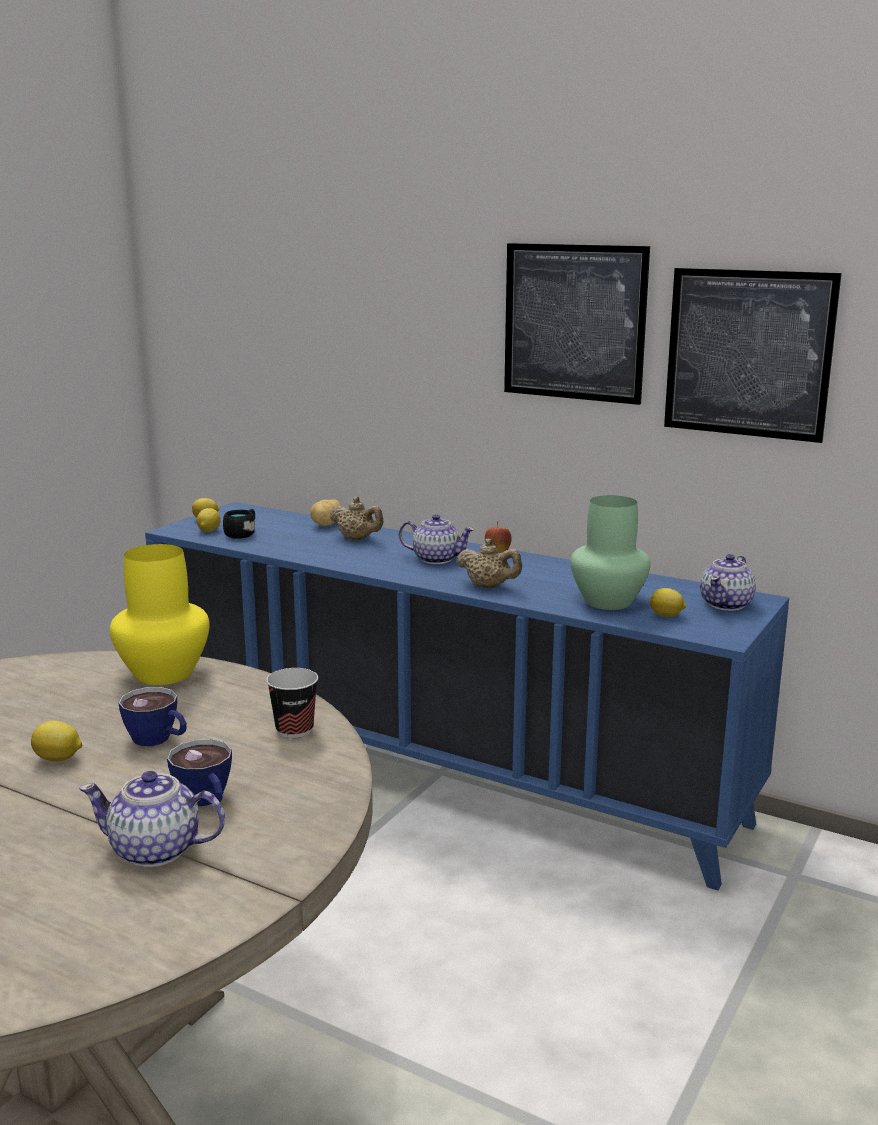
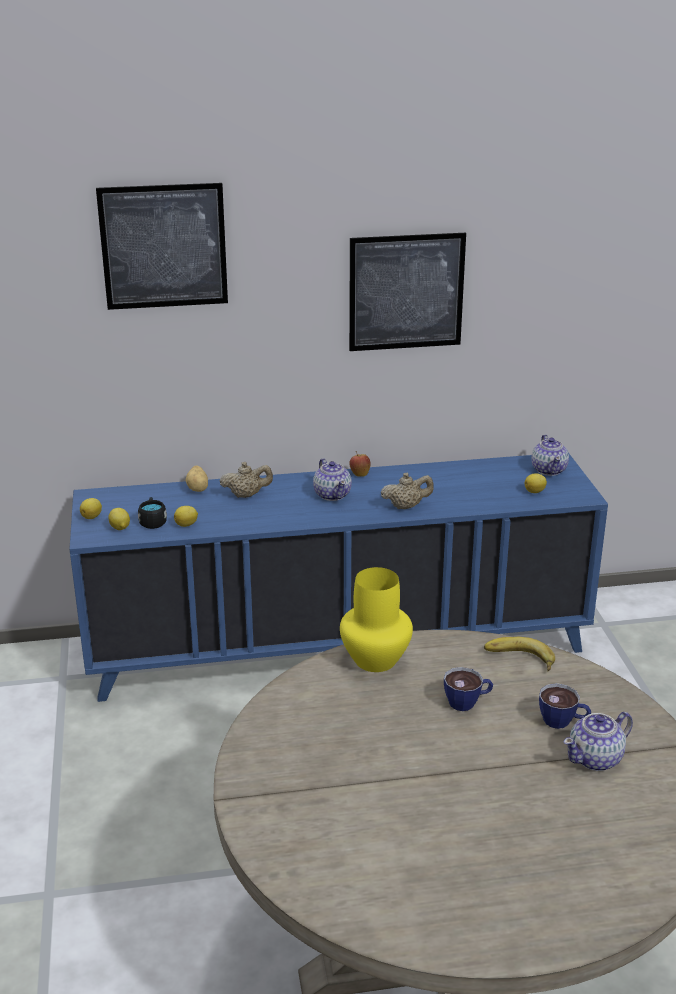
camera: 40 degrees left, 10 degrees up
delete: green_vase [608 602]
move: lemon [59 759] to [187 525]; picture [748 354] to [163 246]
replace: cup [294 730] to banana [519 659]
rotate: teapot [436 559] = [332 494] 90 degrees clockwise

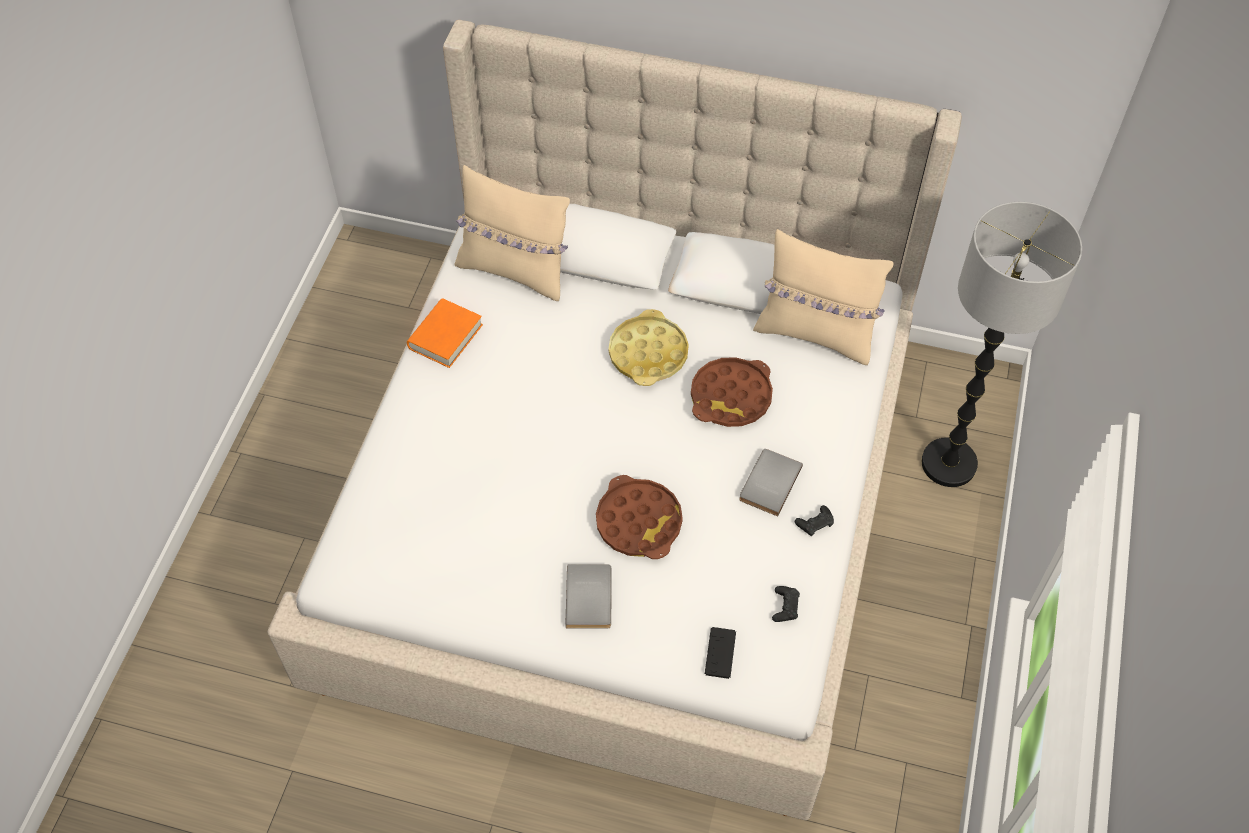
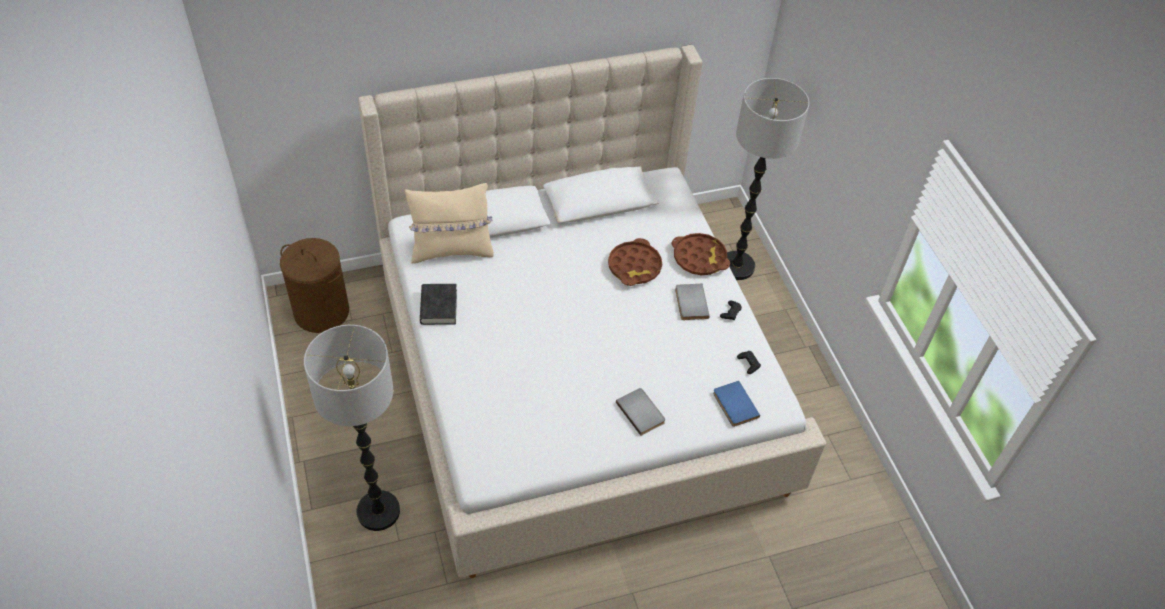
camera: 35 degrees left, 5 degrees down
delete: yellow_tray [648 353]; beige_pillow [816 334]
insert: brown_laundry_basket [322 312]; floor_lamp [378 511]
move: brown_tray [639 522] to [699 258]
replace: black_game_controller [720 653] to blue_book [734 405]
recolor: orange_book [445 336] to black_book [438 307]

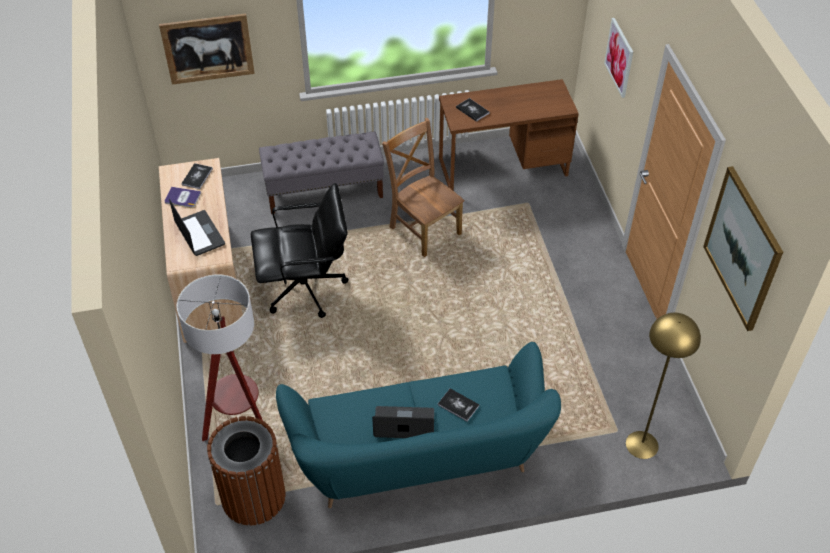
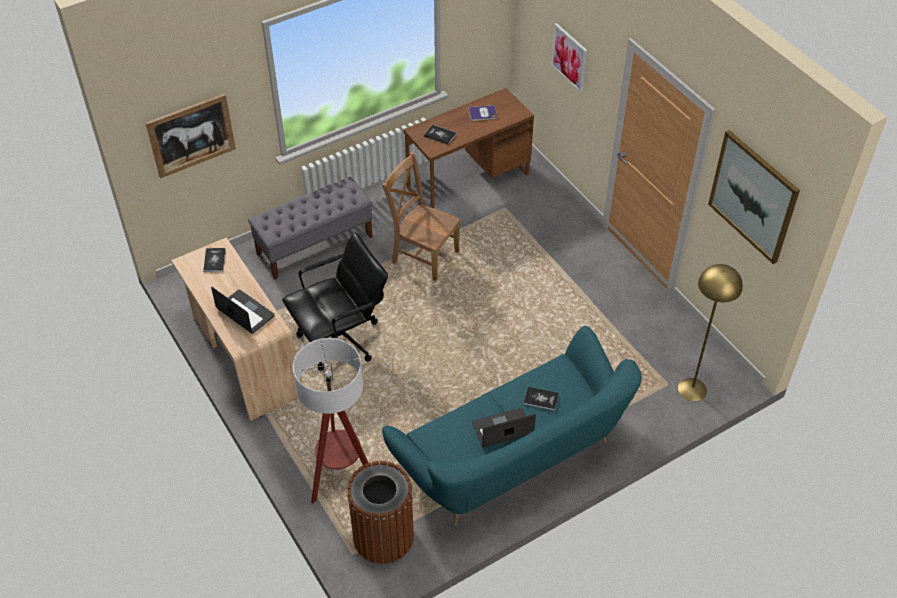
camera: 20 degrees left, 0 degrees up
move: book [182 198] to [482 113]

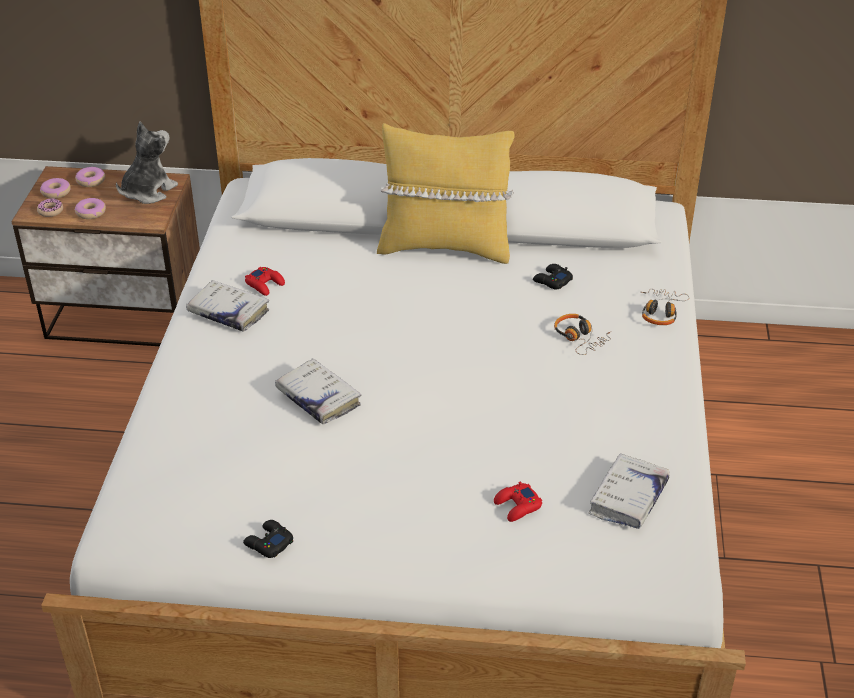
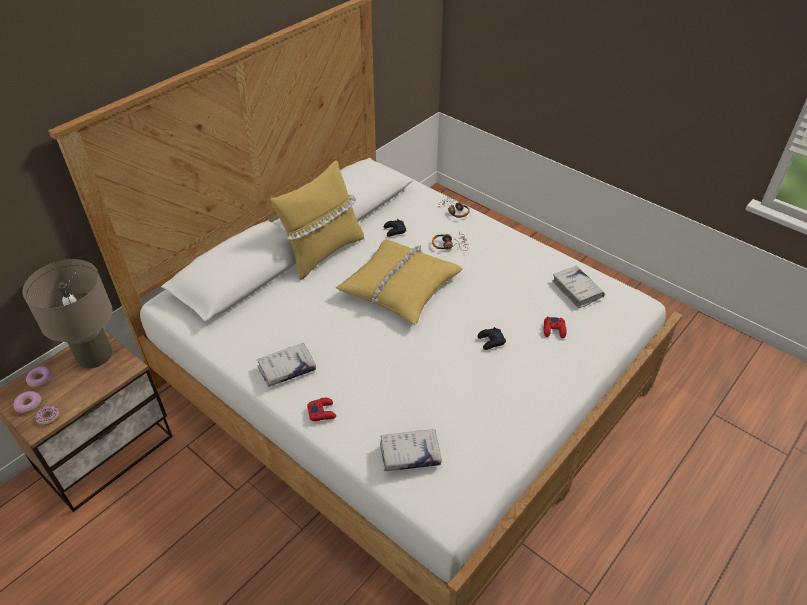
camera: 55 degrees left, 5 degrees up
delete: donut [91 212]
insert: yellow_pillow [399 287]
move: black_game_controller [268 543] to [491 341]; red_game_controller [265 284] to [322 412]; white_book [318 398] to [410 454]
replace: plush_toy [148 191] to beige_table_lamp [94 355]

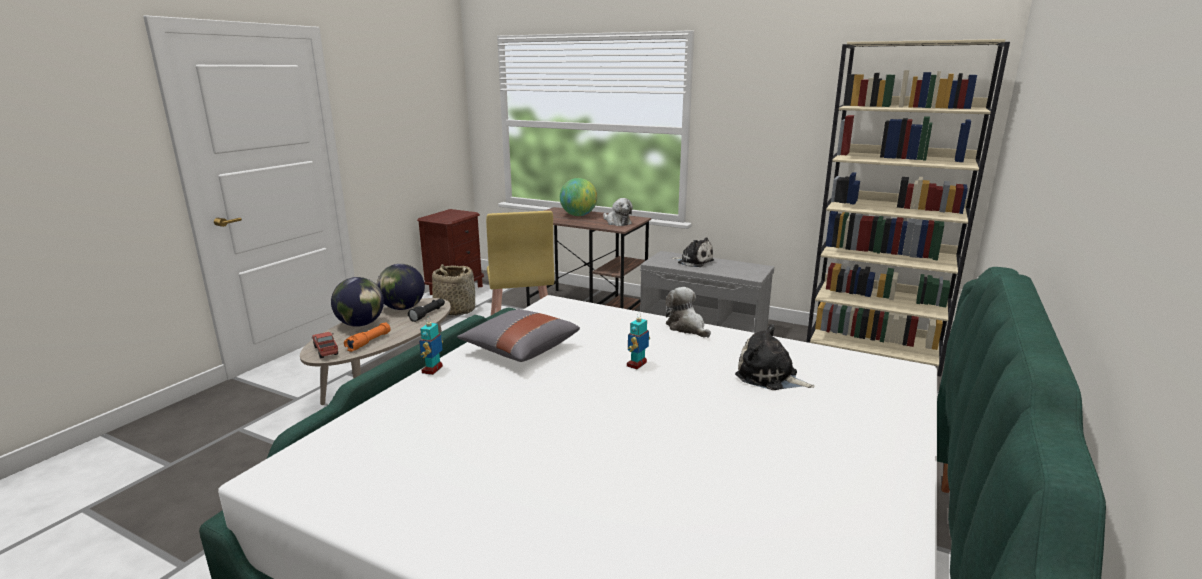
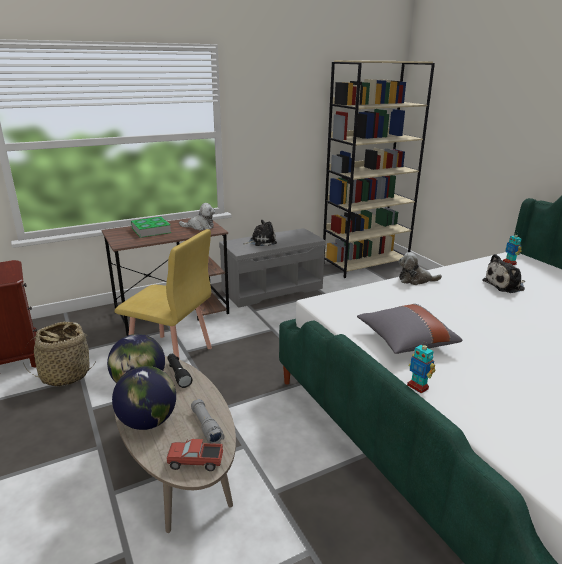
camera: 55 degrees left, 5 degrees up
move: toy_robot [637 364] to [509 263]
replace: globe [578 215] to book [151 230]
recolor: orange_flashlight [369 342] to grey_flashlight [206 427]

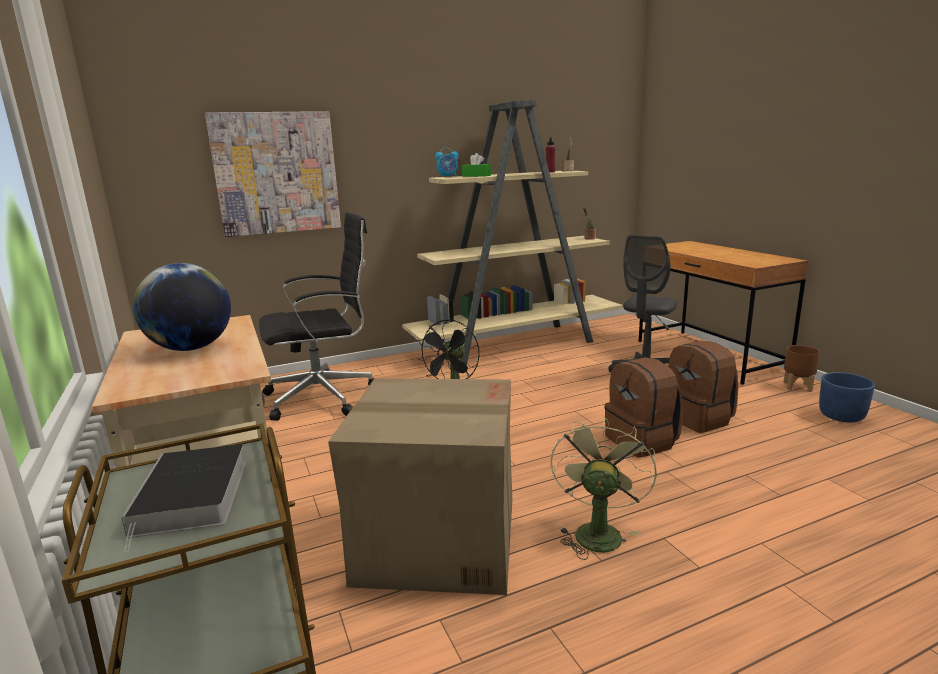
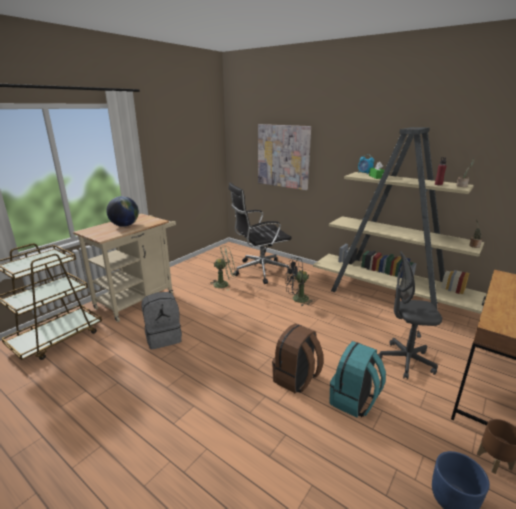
camera: 60 degrees right, 5 degrees up
delete: book [192 498]
move: green_fan [597 531] to [224 284]
replace: cardboard_box [436 539] to grey_backpack [164 337]
recolor: brown_backpack [699 418] to turquoise_backpack [354 401]
rotate: black_office_chair [324 396] = [260 271] 120 degrees clockwise

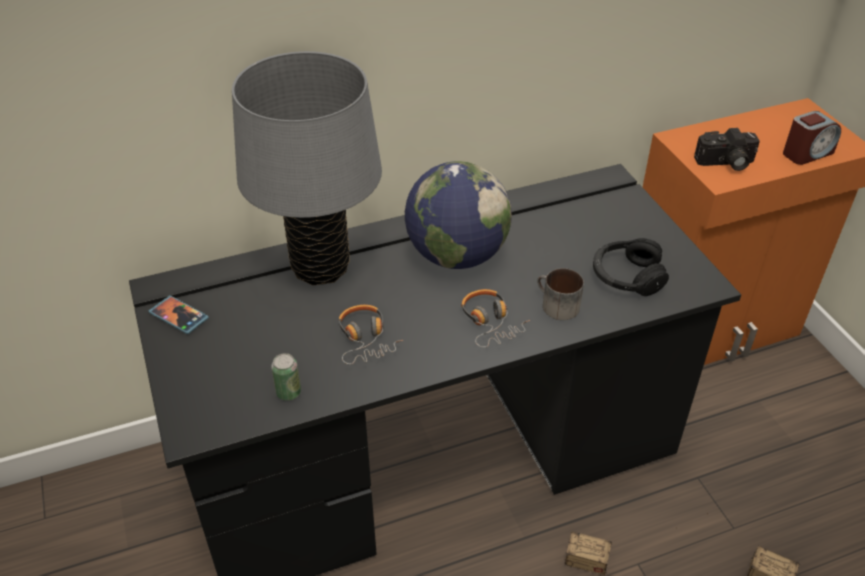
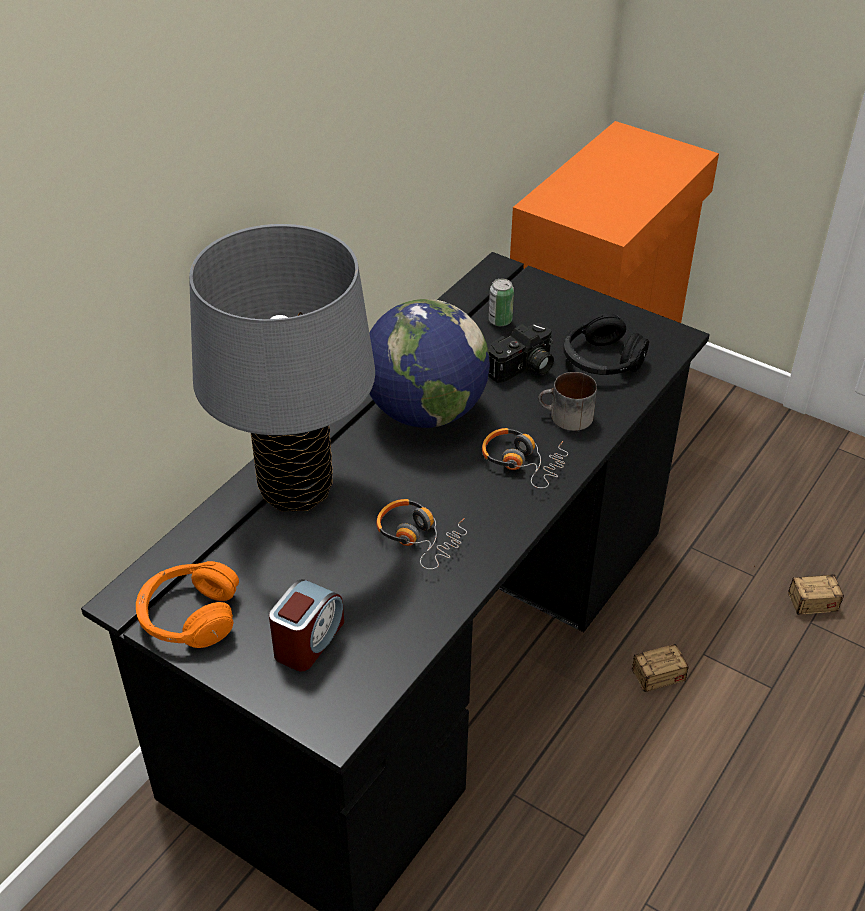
camera: 35 degrees left, 0 degrees up
move: can [288 392] to [500 321]; photo_camera [725 163] to [523 369]; alarm_clock [807 153] to [308 640]
replace: phone [179 316] to orange_headphones [189 616]

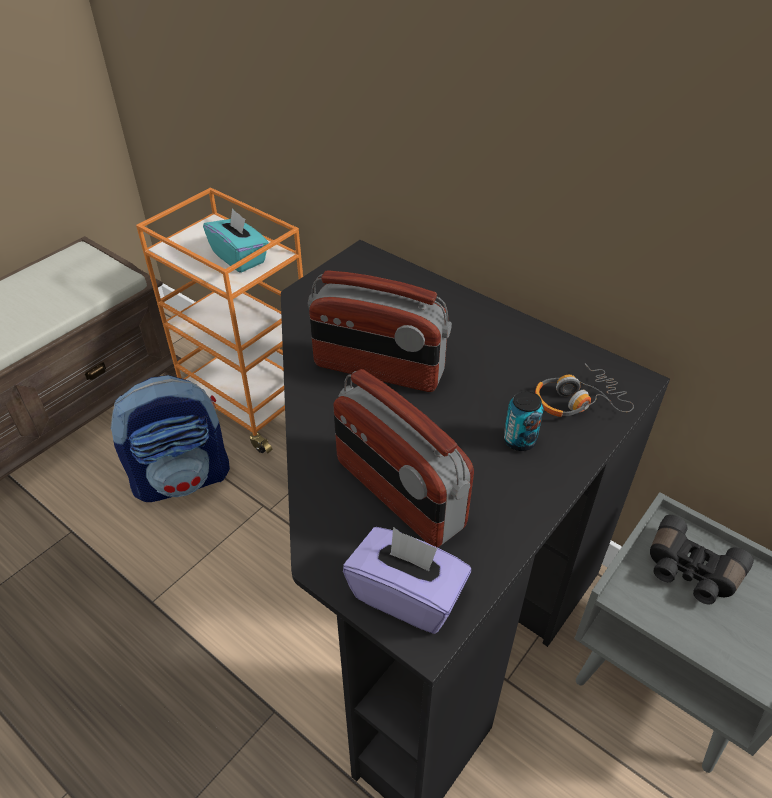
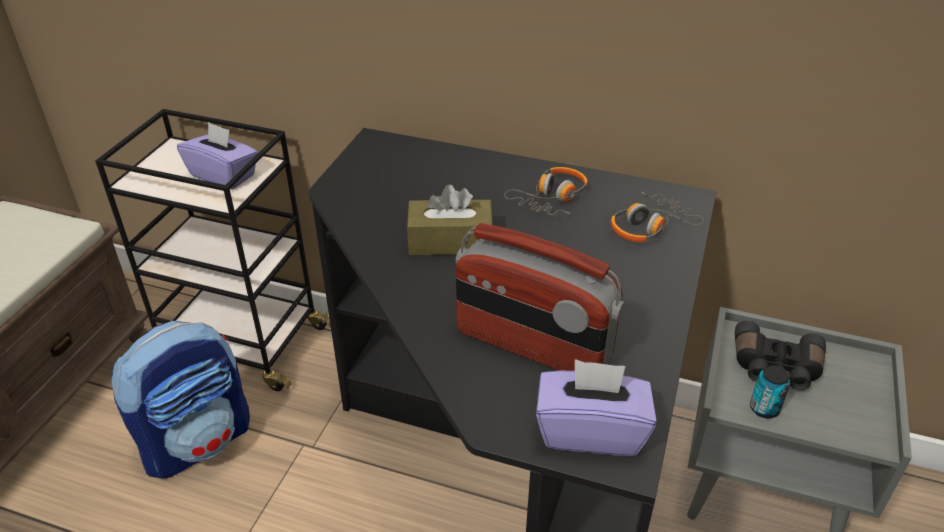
camera: 20 degrees left, 5 degrees down
insert: headphones [551 198]
move: can [519 440] to [764 408]
replace: radio [378 370] to brown_tissue_box [450 241]
recolor: orange_cart [249 402] to black_cart [242 342]; turquoise_tissue_box [239 257] to purple_tissue_box [224 175]

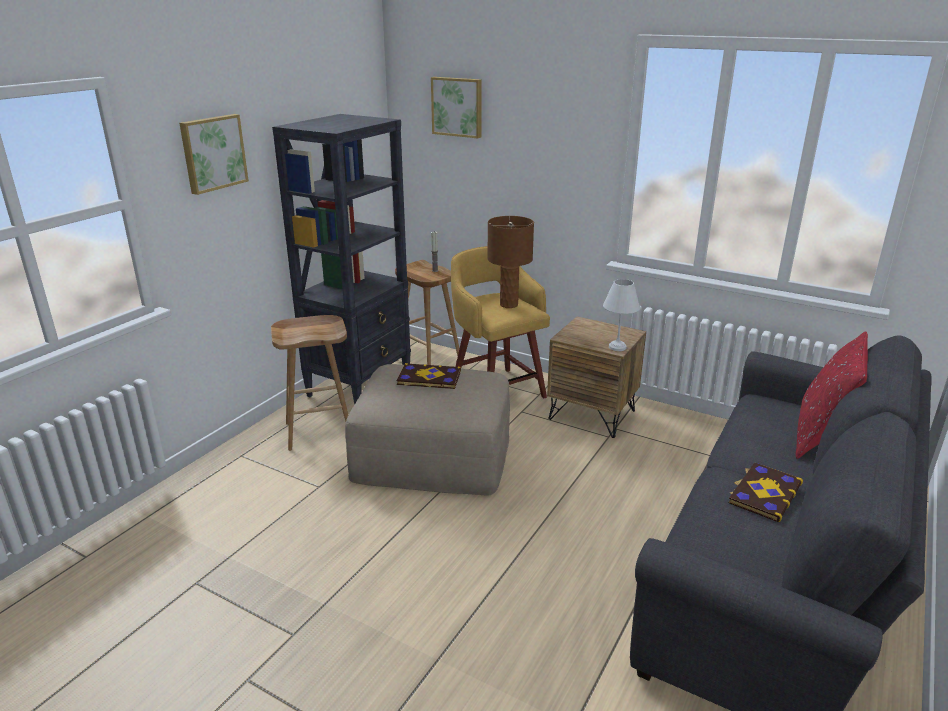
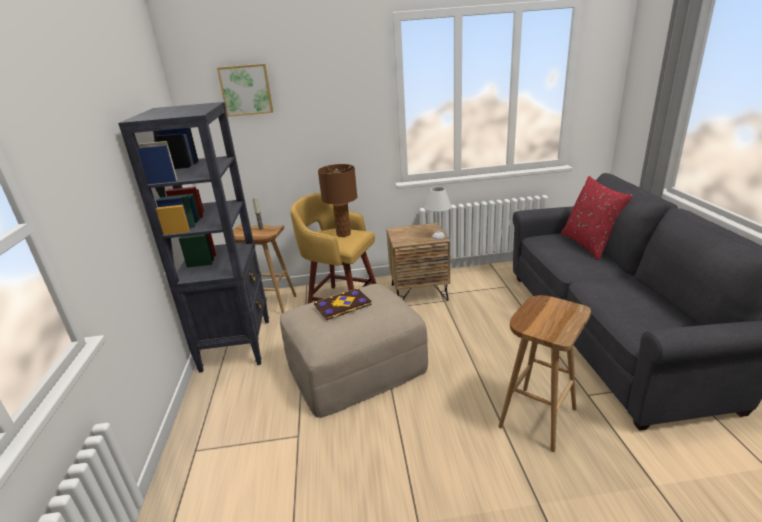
camera: 35 degrees left, 0 degrees up
delete: picture [212 153]; book [764 493]
move: brown_stool [320 431] to [537 416]

